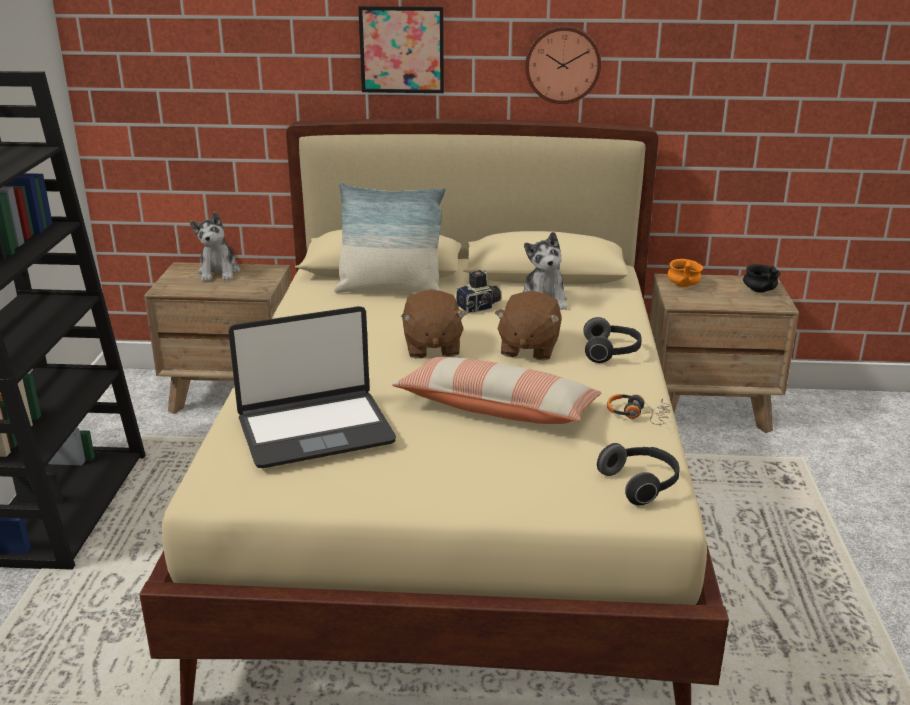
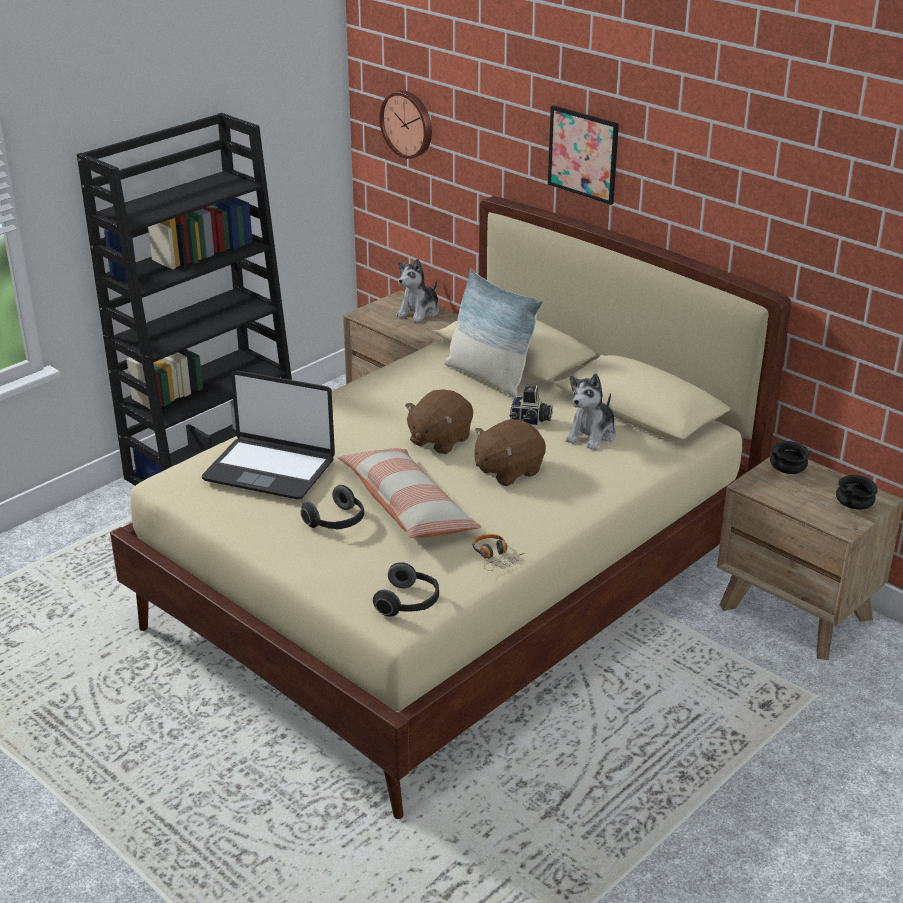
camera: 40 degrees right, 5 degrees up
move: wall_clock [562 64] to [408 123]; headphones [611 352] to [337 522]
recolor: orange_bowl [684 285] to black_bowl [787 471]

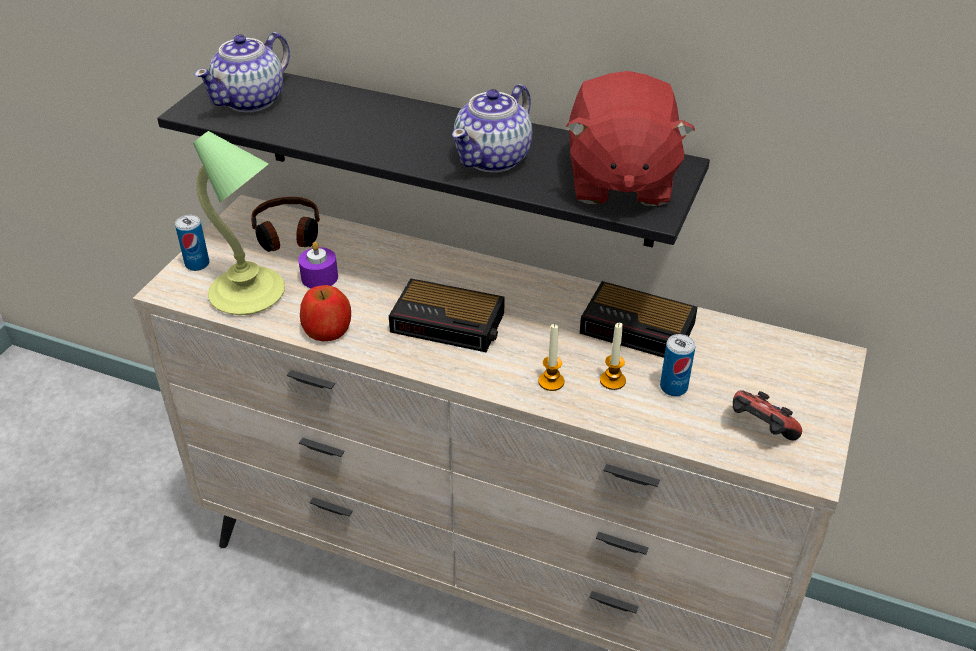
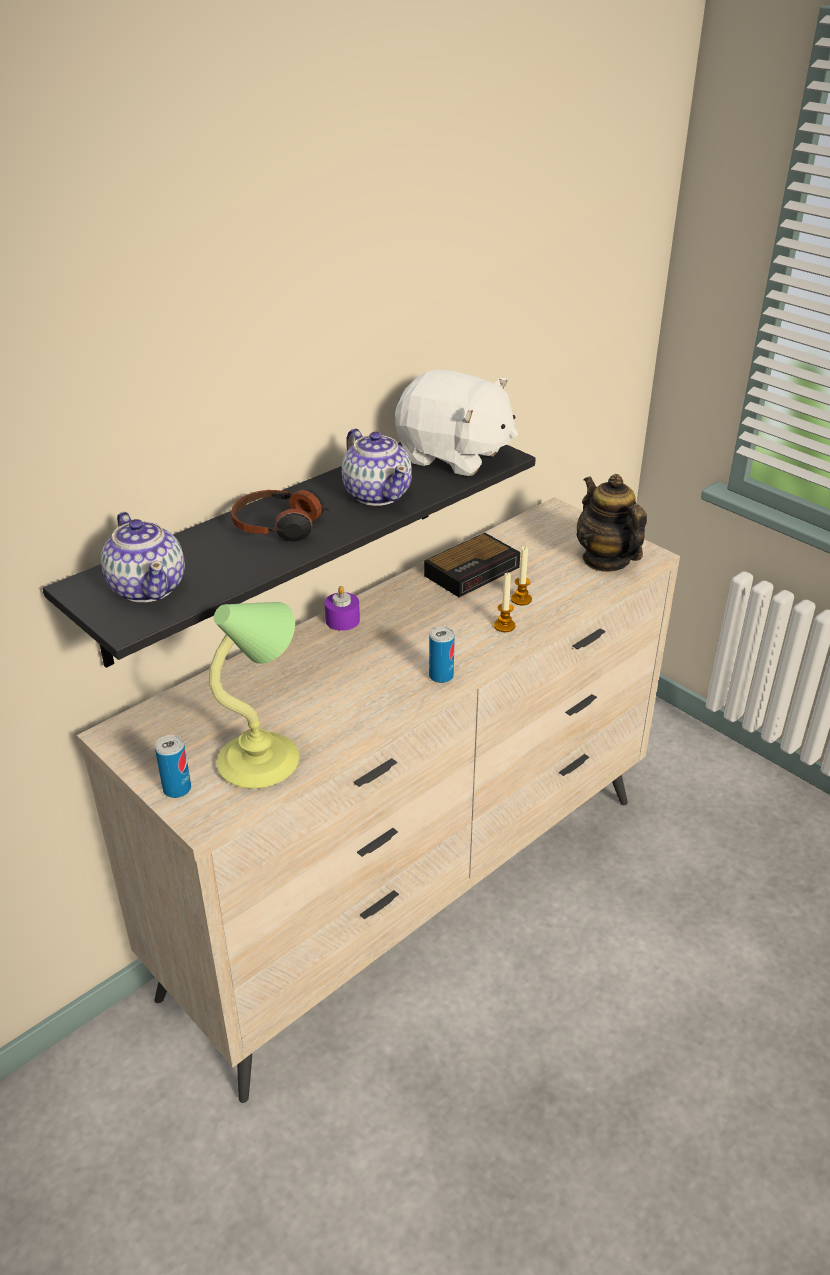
camera: 65 degrees left, 5 degrees down
delete: apple [327 329]; alarm_clock [450 323]
move: headphones [287 234] to [280 526]; purple_candle [319 277] to [342 620]; can [673 387] to [441 676]
replace: game_controller [759 431] to teapot [606 560]
recolor: red_plush_toy [619 181] to white_plush_toy [454 456]

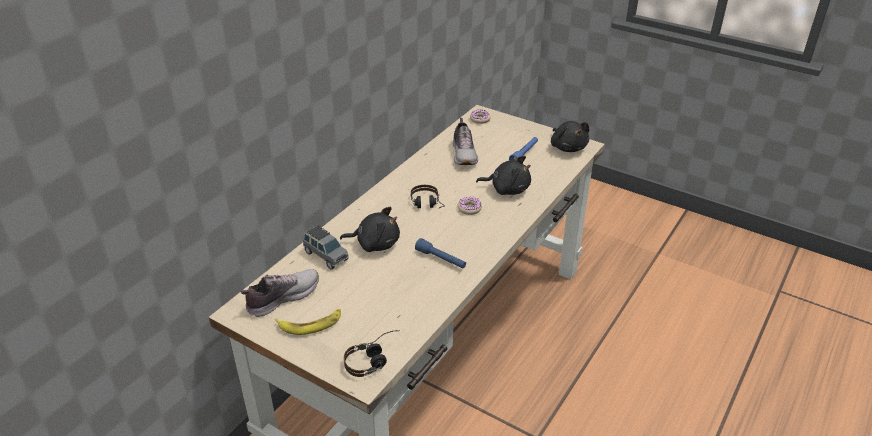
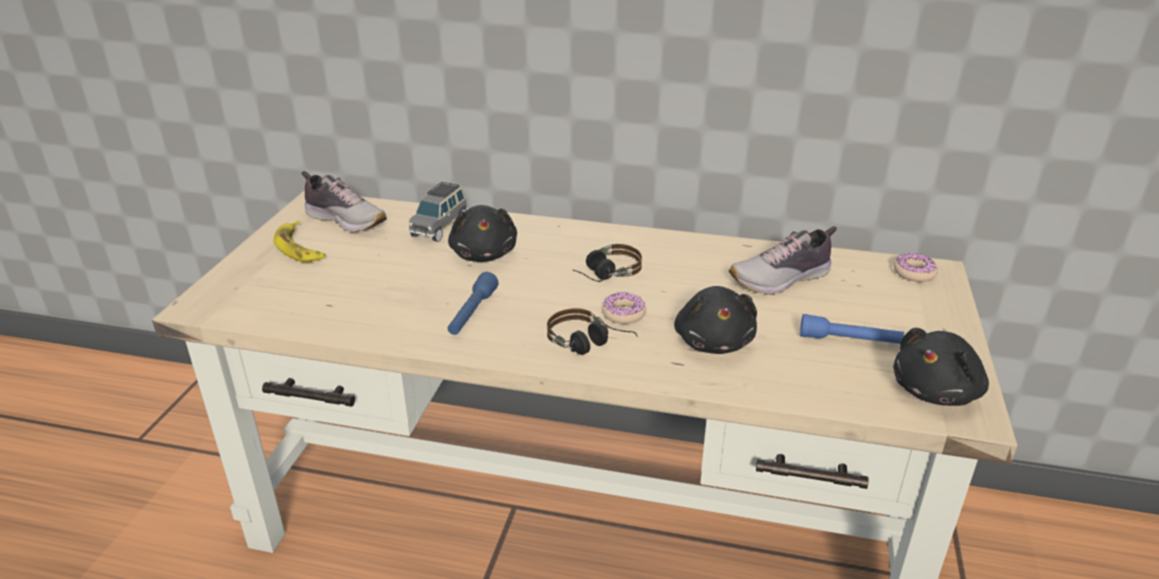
camera: 70 degrees right, 5 degrees down
move: headphones [374 359] to [590 345]

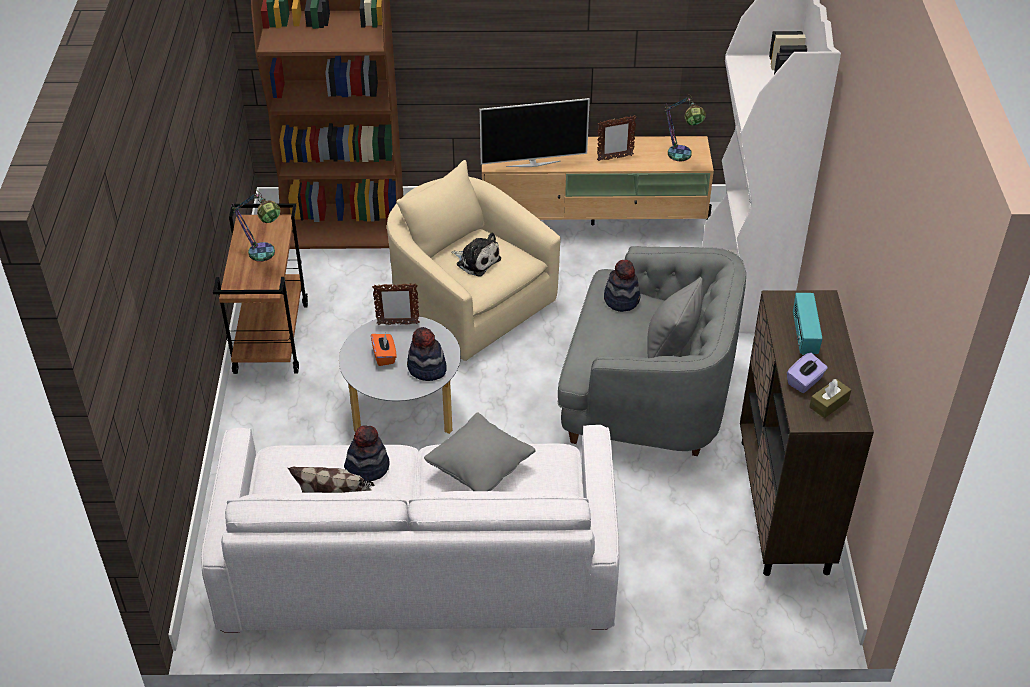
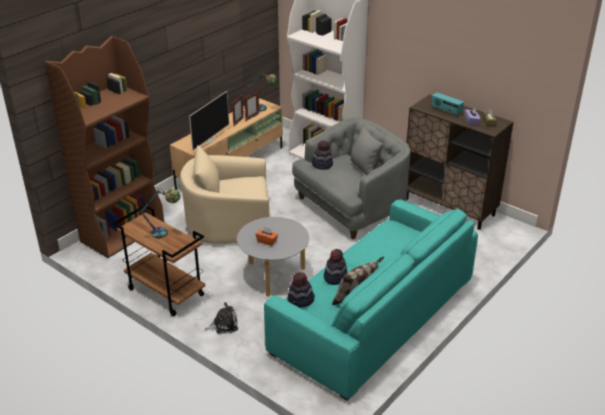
camera: 50 degrees left, 10 degrees down
delete: grey_pillow [480 469]
move: picture_frame [397 324] to [252 117]; hat [426 369] to [300 300]; plush_toy [476 261] to [224 324]
recolor: white_sofa [419 565] to turquoise_sofa [374 316]

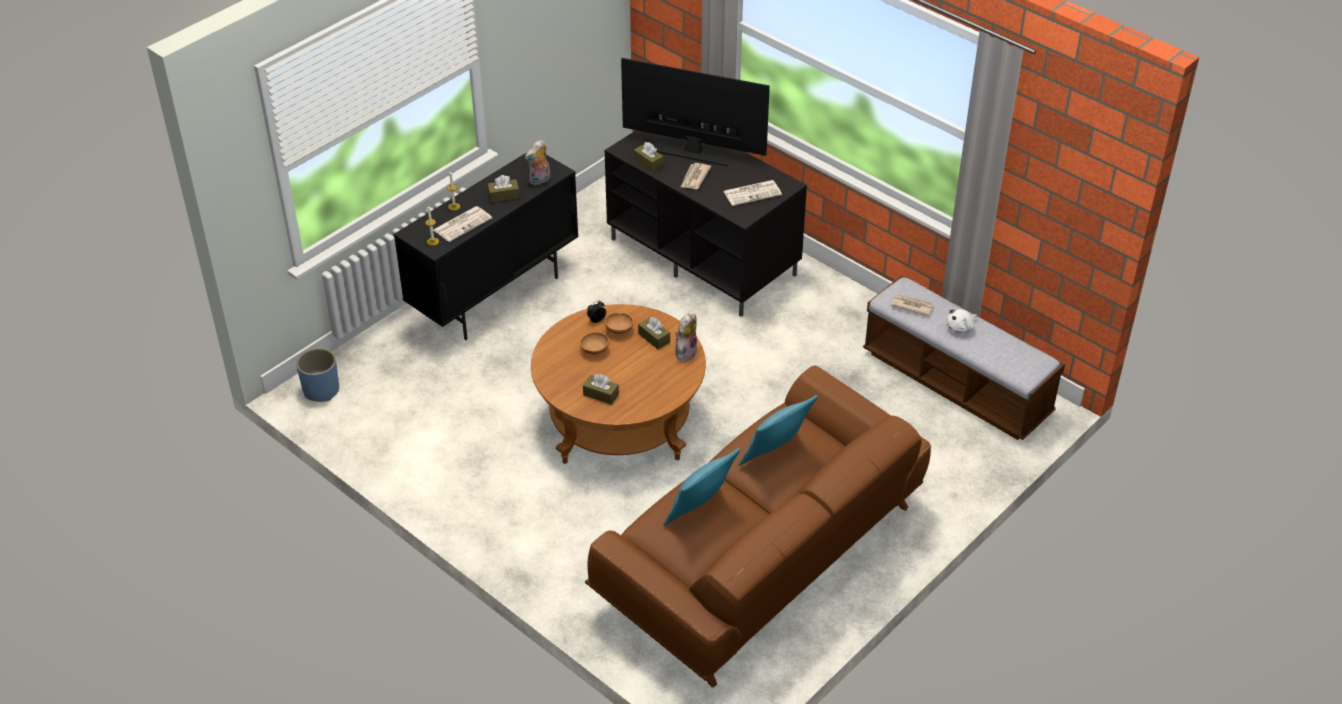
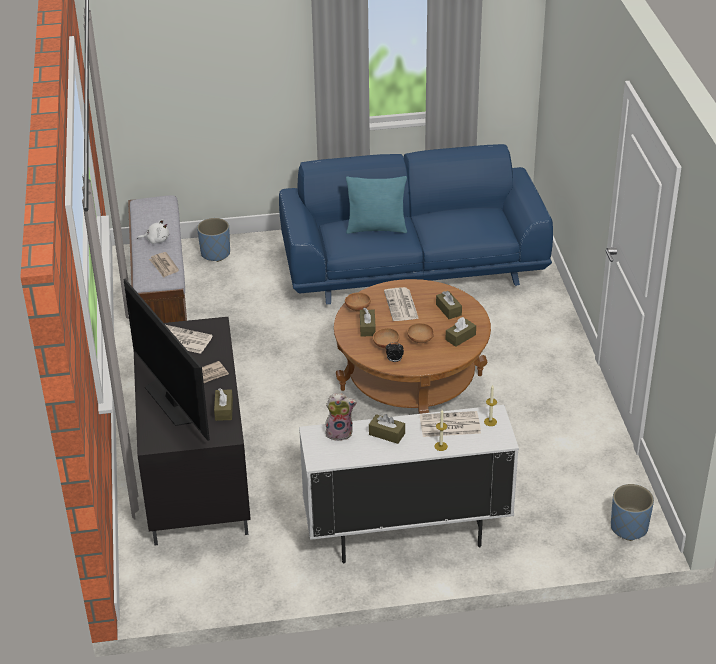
camera: 140 degrees left, 5 degrees down
delete: turquoise_pillow [699 511]
insert: blue_planter [215 254]; newspaper [401 305]; brown_tissue_box [460 337]
replace: plush_toy [685 352] to brown_bowl [357 308]
recolor: black_cabinet [495 296] to white_cabinet [406 535]; brown_sofa [760 557] to blue_sofa [413 266]

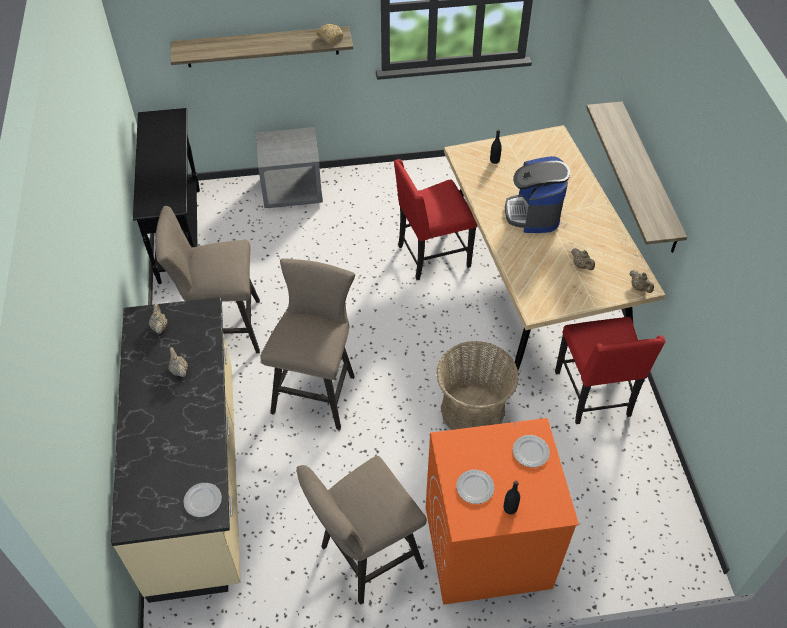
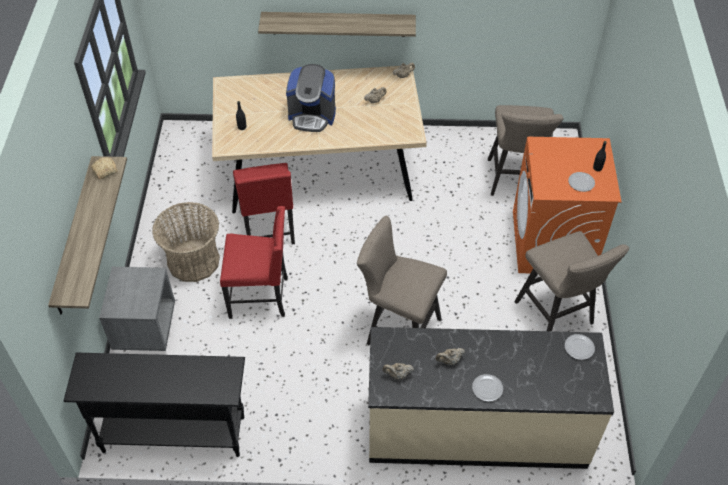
camera: 80 degrees left, 0 degrees up
move: beige_stool [223 328] to [515 182]; basket [472 411] to [193 261]; plate [530 452] to [487 388]; red_chair [594 395] to [260 297]

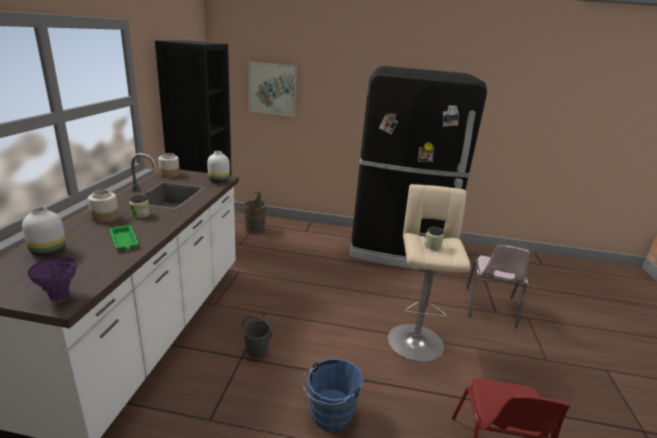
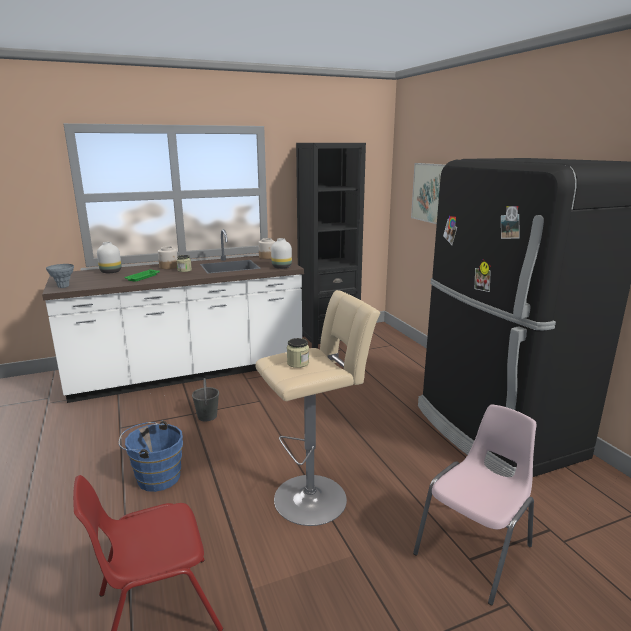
camera: 60 degrees right, 5 degrees down
delete: brown_bucket [255 229]
recolor: purple_vase [59 296] to grey_vase [63 286]
rotate: pink_chair [490 307] = [475 550] 150 degrees clockwise

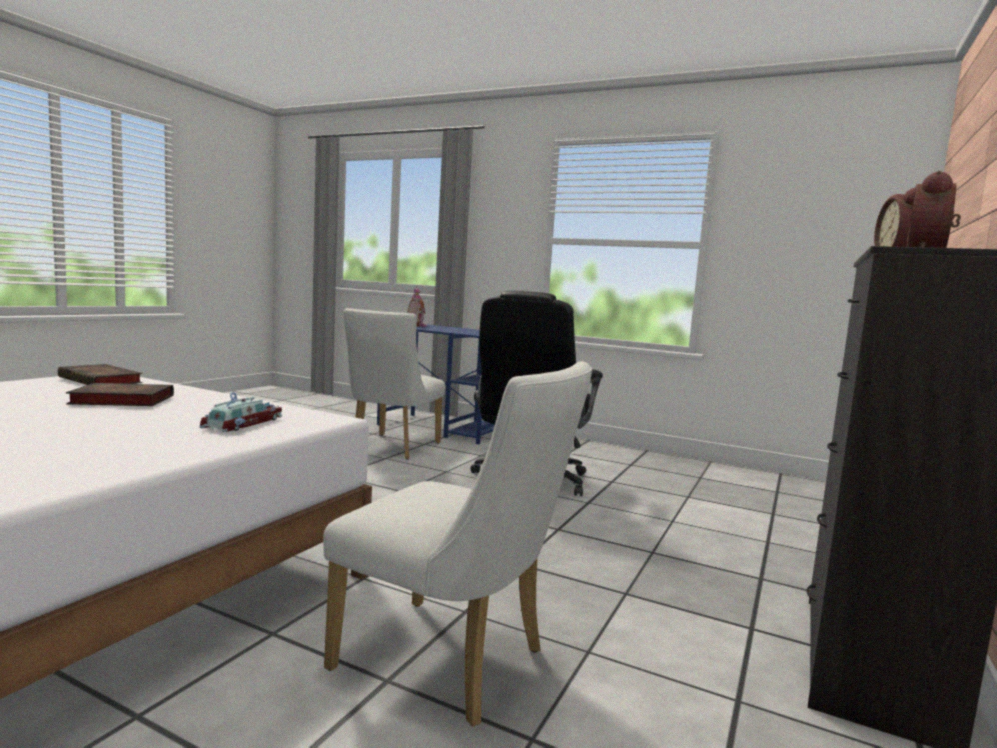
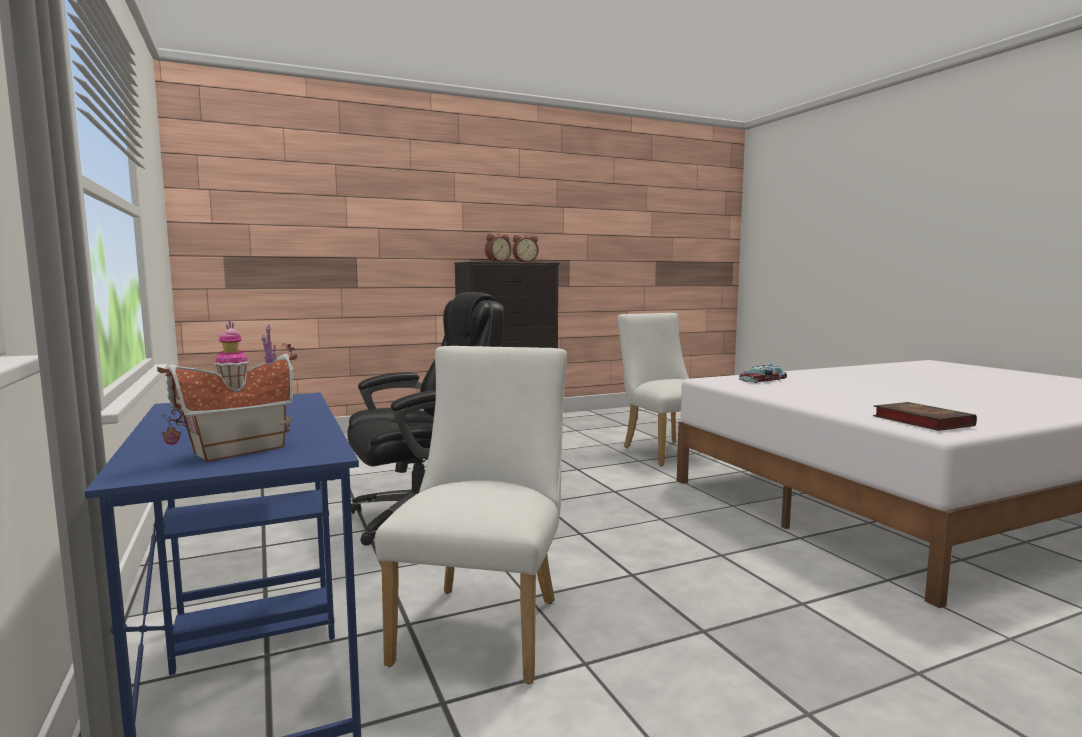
camera: 140 degrees left, 0 degrees up
delete: book [119 400]
rotate: white_chair [391 448] = [484 623] 45 degrees counterclockwise

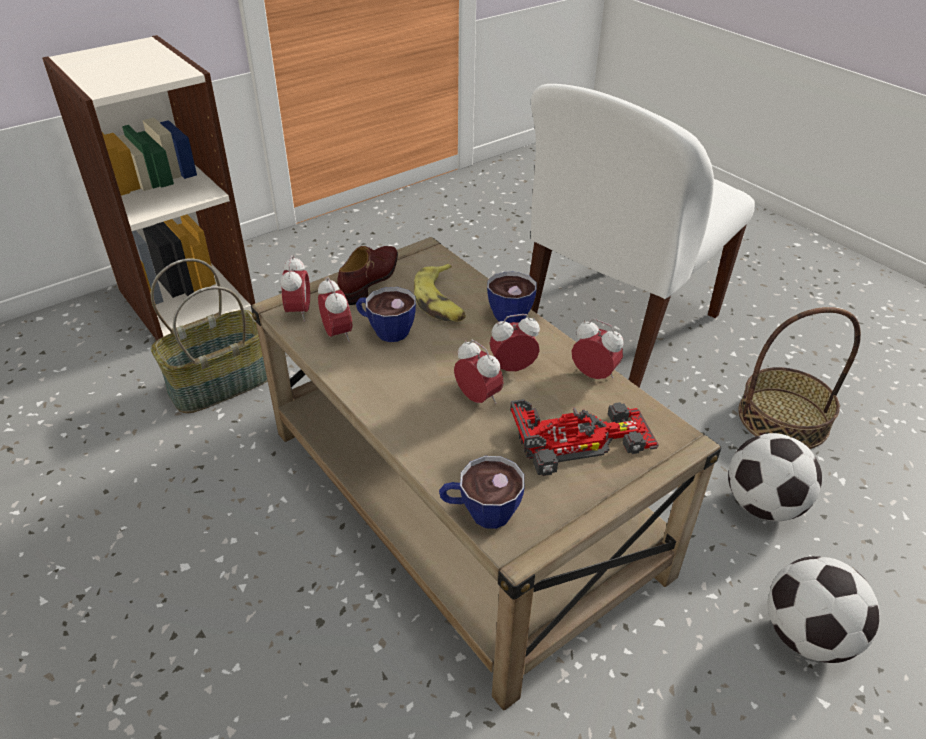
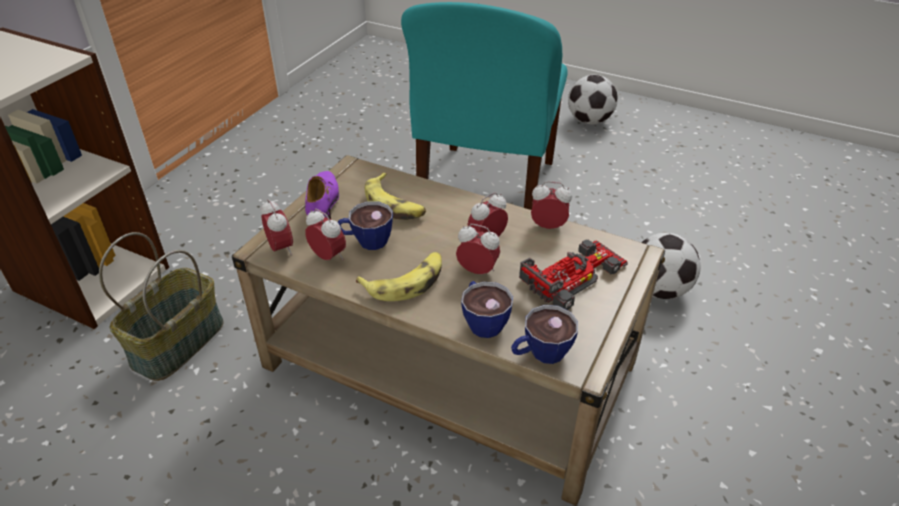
camera: 25 degrees left, 0 degrees up
delete: basket [783 418]
insert: banana [406 282]
move: cup [510 310] to [482 321]; football [807 636] to [589 121]
recolor: brown_shoe [371 280] to purple_shoe [324 204]; white_chair [617 328] to turquoise_chair [486 193]

